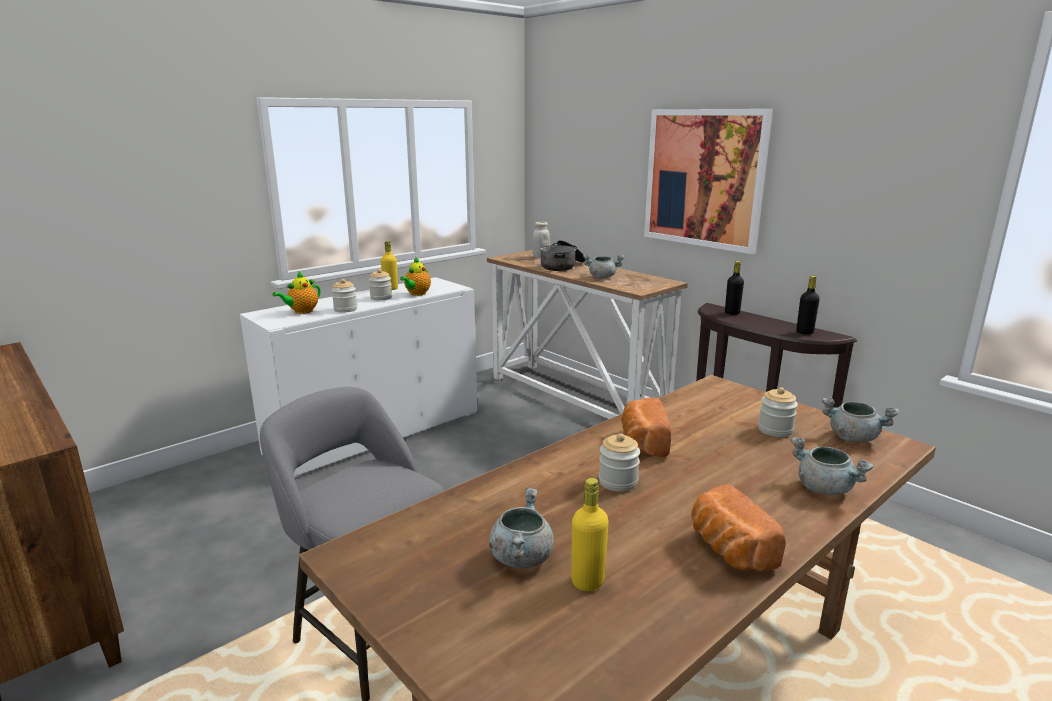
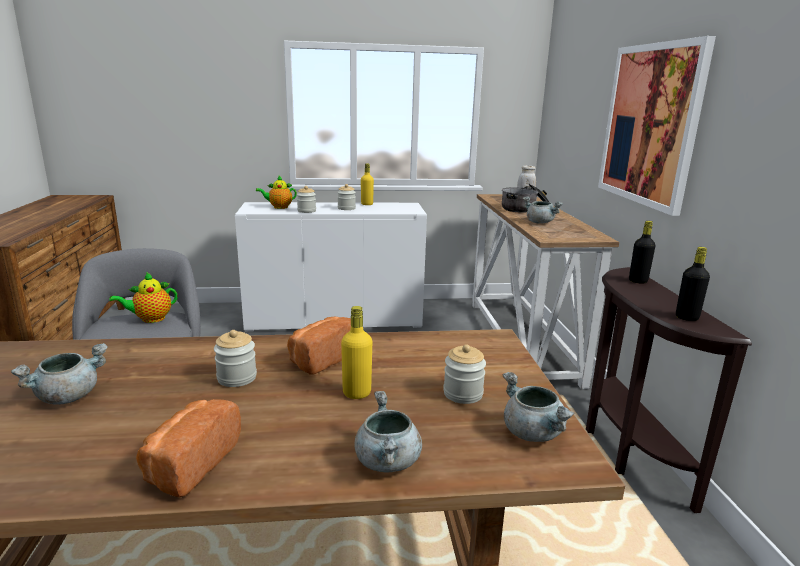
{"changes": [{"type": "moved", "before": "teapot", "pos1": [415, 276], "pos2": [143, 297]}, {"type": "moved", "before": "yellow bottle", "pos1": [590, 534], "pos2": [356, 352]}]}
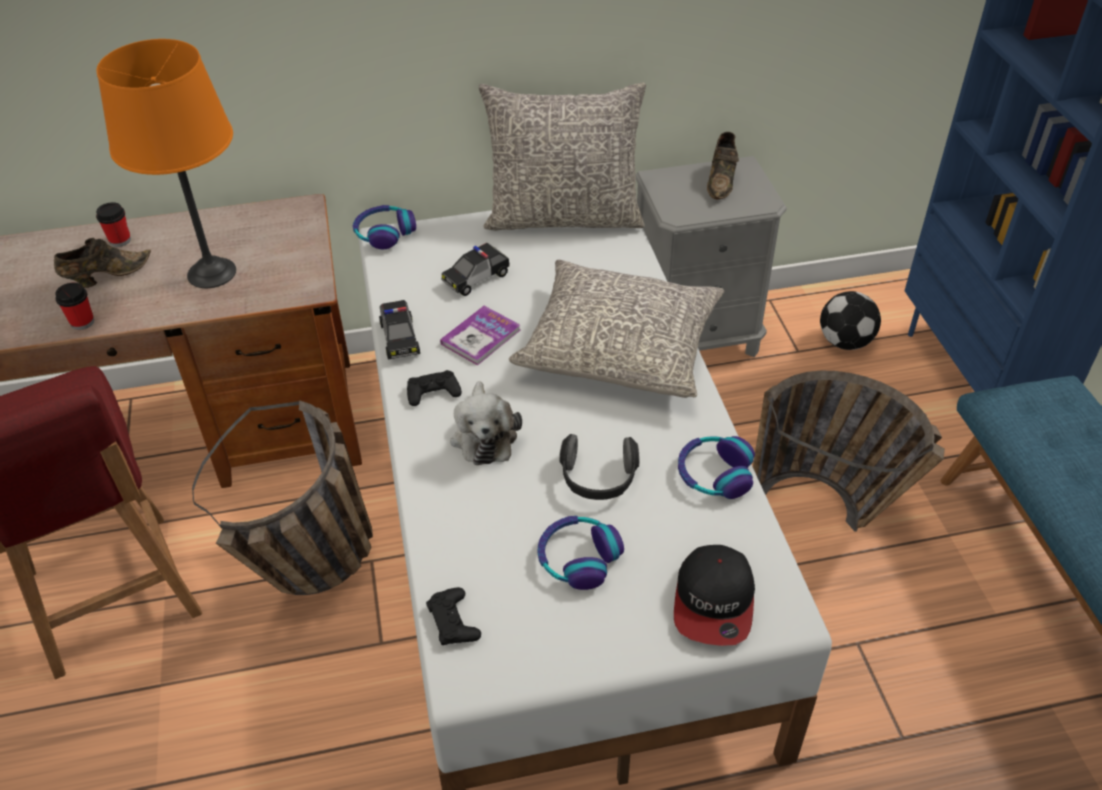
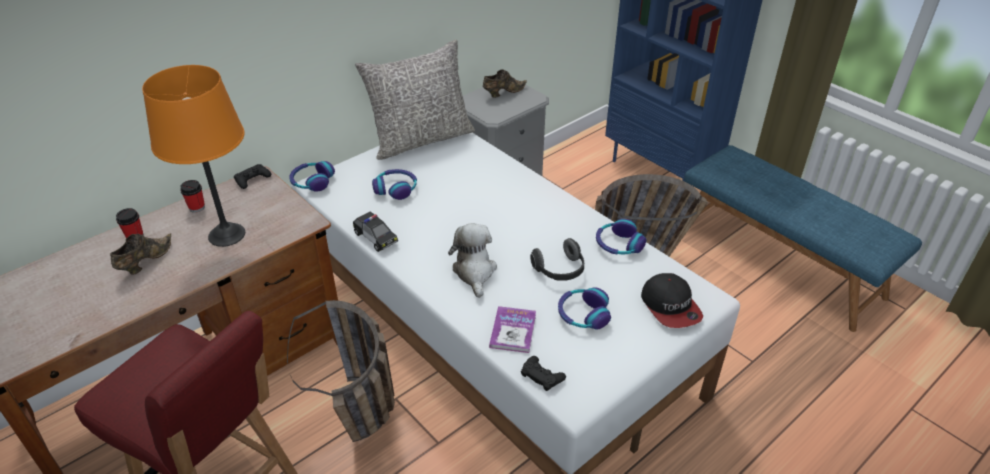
{"changes": [{"type": "removed", "before": "grey pillow", "pos1": [617, 329]}, {"type": "removed", "before": "football", "pos1": [850, 320]}, {"type": "moved", "before": "cup", "pos1": [74, 306], "pos2": [192, 196]}, {"type": "moved", "before": "black game controller", "pos1": [434, 388], "pos2": [253, 176]}, {"type": "moved", "before": "book", "pos1": [480, 335], "pos2": [512, 329]}, {"type": "replaced", "before": "toy car", "after": "headphones", "pos1": [476, 269], "pos2": [394, 184]}, {"type": "turned", "before": "plush toy", "pos1": [486, 423], "pos2": [472, 260], "turn": -150}, {"type": "turned", "before": "brown shoe", "pos1": [723, 165], "pos2": [505, 83], "turn": -105}]}
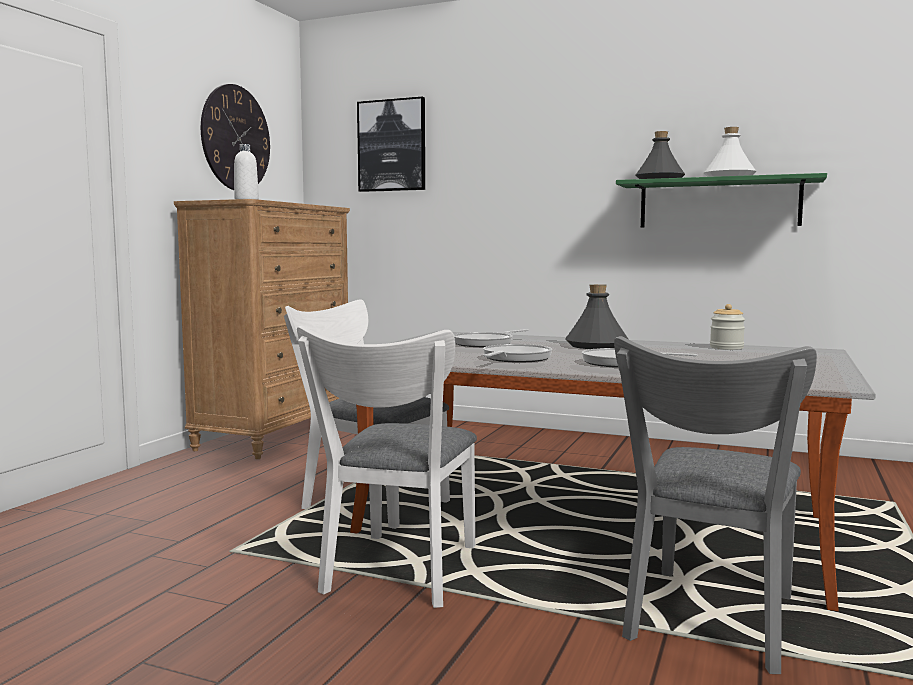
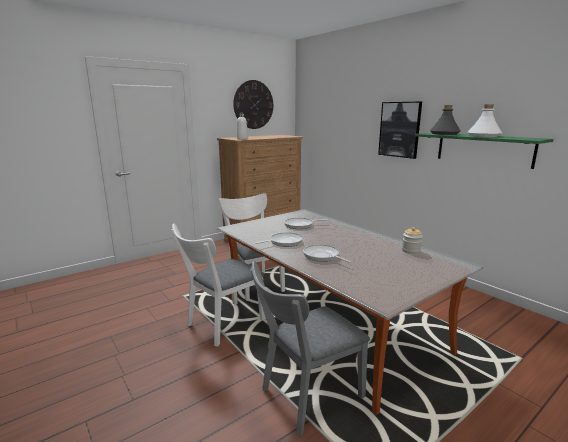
{"changes": [{"type": "removed", "before": "grey bottle", "pos1": [596, 316]}, {"type": "moved", "before": "picture", "pos1": [391, 144], "pos2": [400, 130]}]}
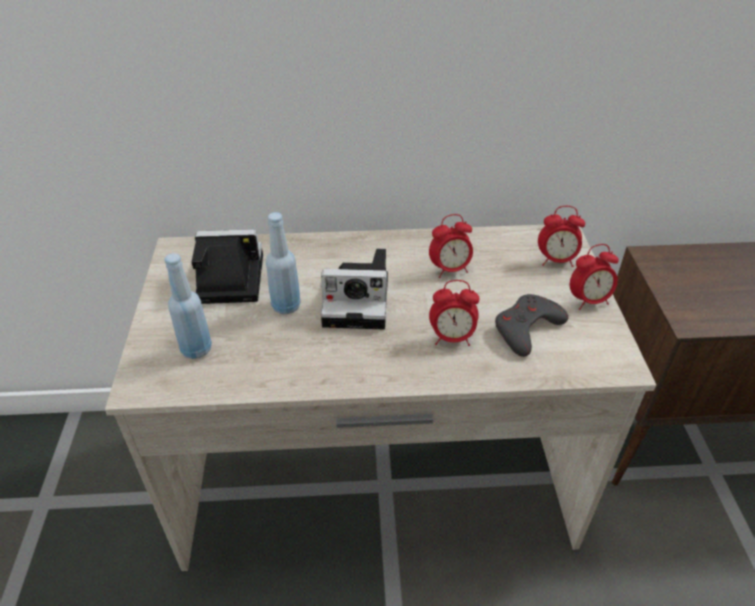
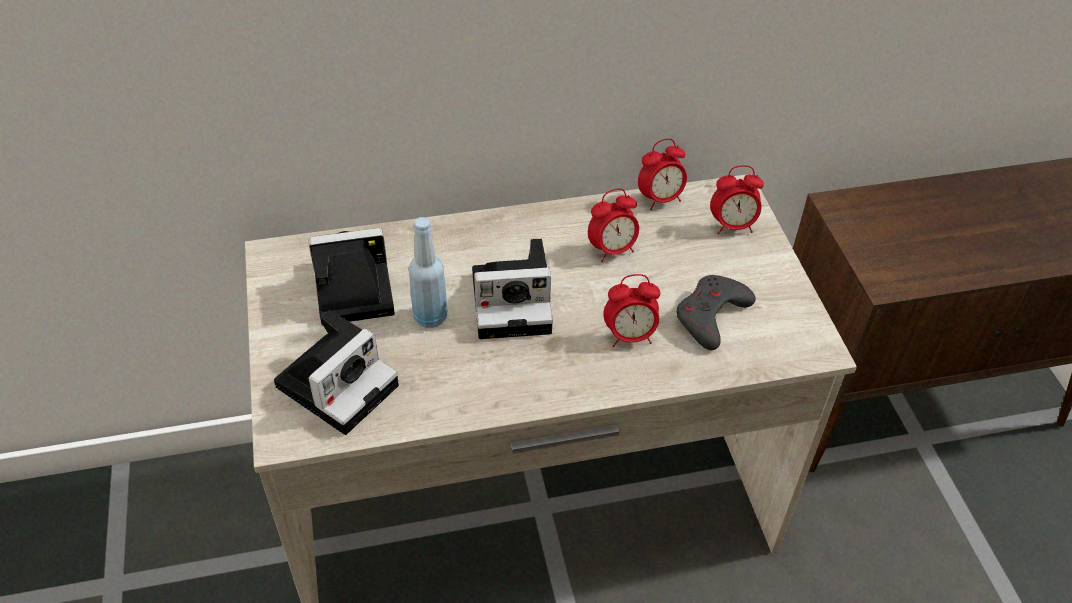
{"changes": [{"type": "moved", "before": "alarm clock", "pos1": [594, 277], "pos2": [662, 174]}, {"type": "replaced", "before": "blue bottle", "after": "photo camera", "pos1": [188, 306], "pos2": [336, 372]}]}
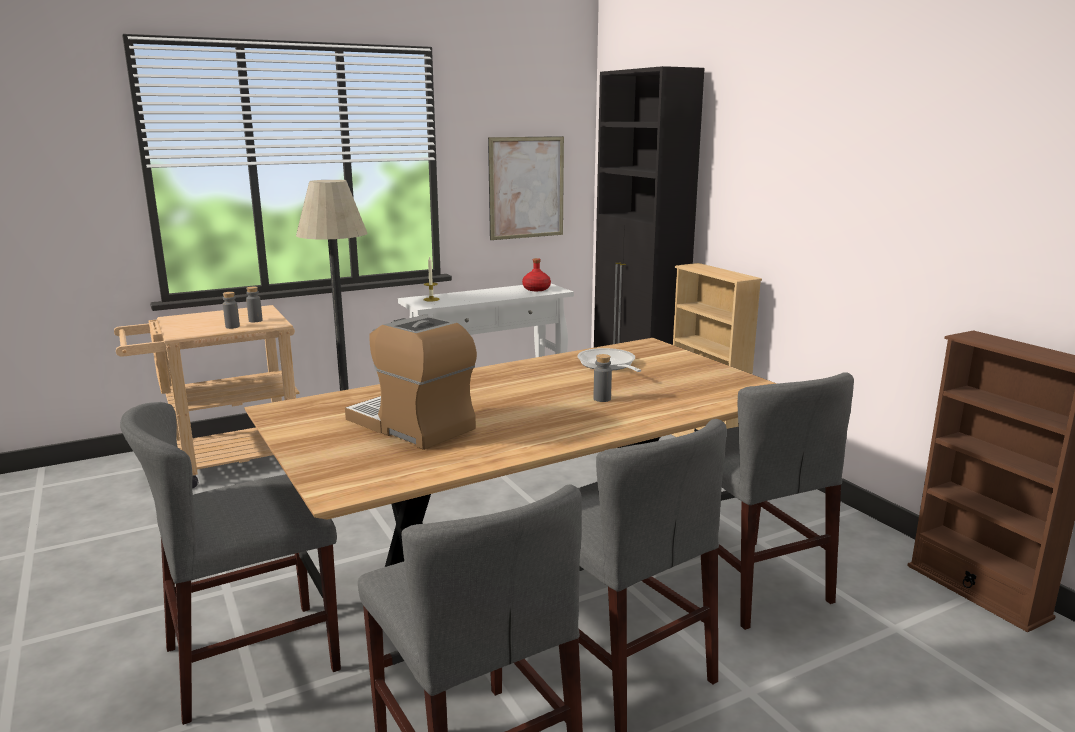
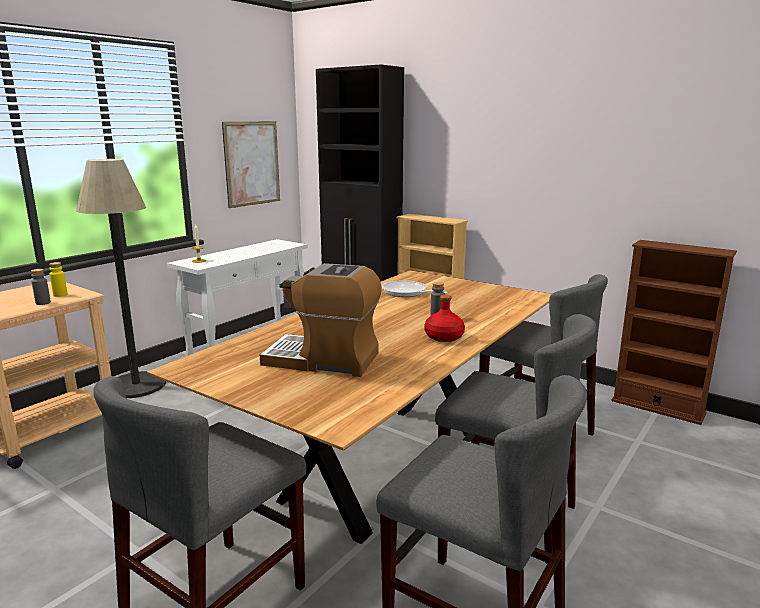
{"changes": [{"type": "moved", "before": "red bottle", "pos1": [536, 274], "pos2": [445, 318]}, {"type": "recoloured", "before": "grey bottle", "after": "yellow bottle", "pos1": [254, 304], "pos2": [58, 279]}]}
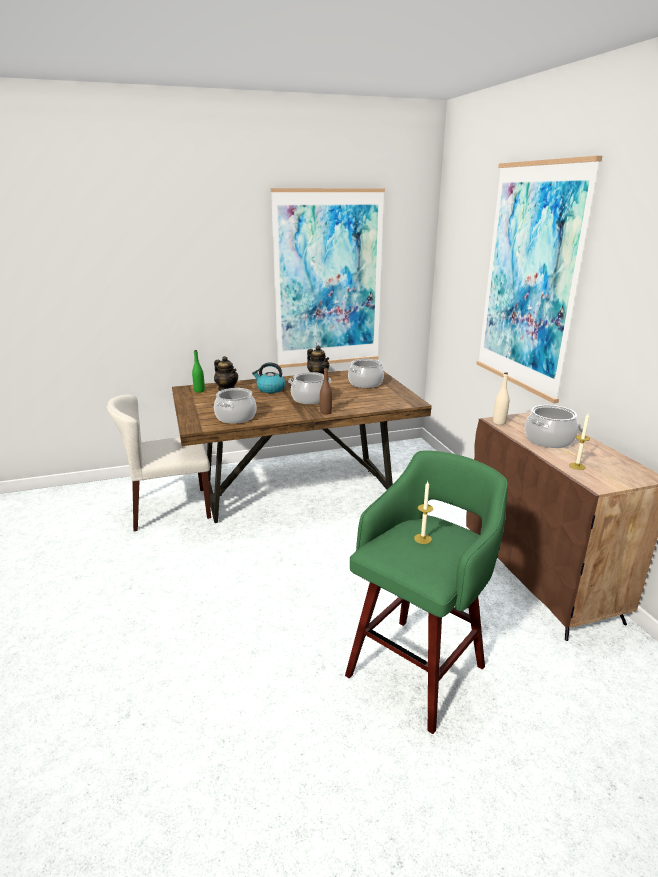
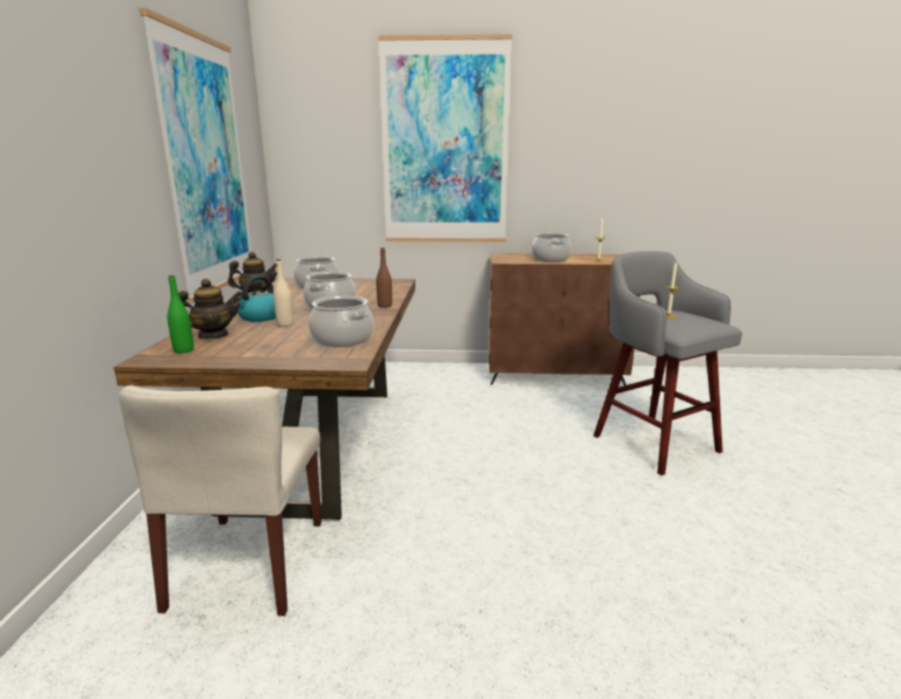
{"changes": [{"type": "moved", "before": "beige bottle", "pos1": [501, 398], "pos2": [284, 293]}, {"type": "recoloured", "before": "green stool", "after": "grey stool", "pos1": [426, 592], "pos2": [667, 363]}]}
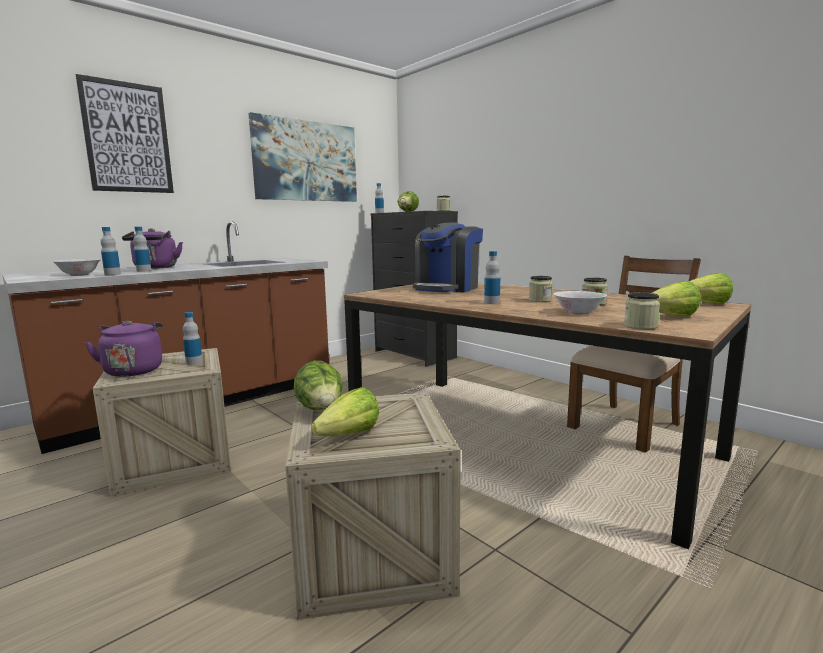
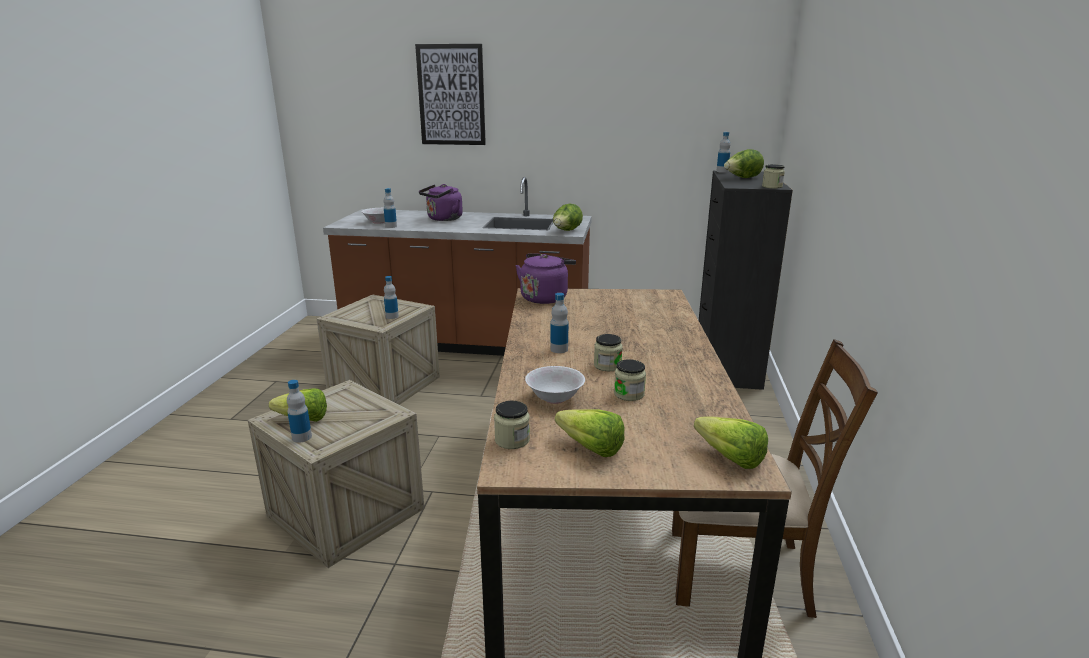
{"changes": [{"type": "removed", "before": "picture", "pos1": [302, 157]}, {"type": "removed", "before": "coffee machine", "pos1": [448, 257]}, {"type": "moved", "before": "purple kettle", "pos1": [124, 349], "pos2": [545, 278]}, {"type": "moved", "before": "bottle", "pos1": [142, 249], "pos2": [299, 411]}, {"type": "moved", "before": "lettuce", "pos1": [318, 385], "pos2": [568, 217]}]}
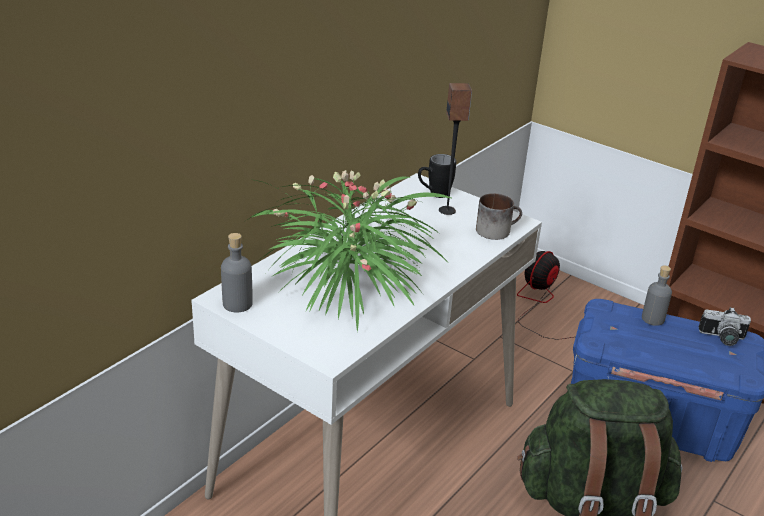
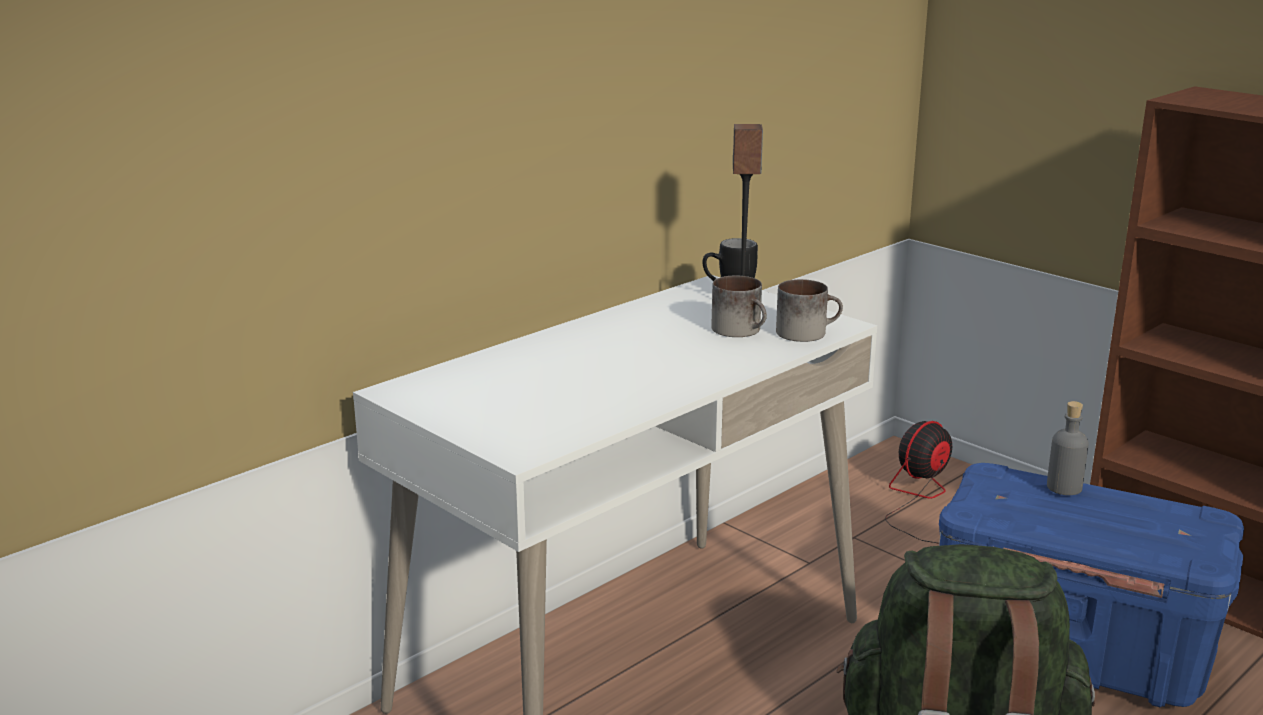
{"changes": [{"type": "removed", "before": "grey bottle", "pos1": [237, 273]}, {"type": "removed", "before": "potted plant", "pos1": [349, 251]}, {"type": "removed", "before": "photo camera", "pos1": [725, 326]}, {"type": "added", "after": "mug", "pos2": [739, 306]}]}
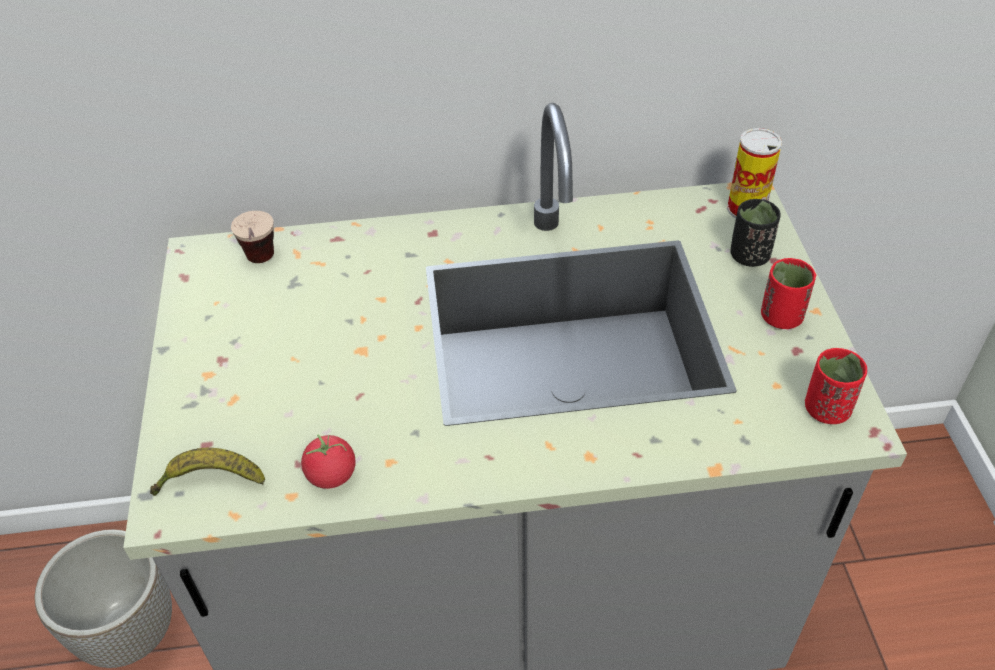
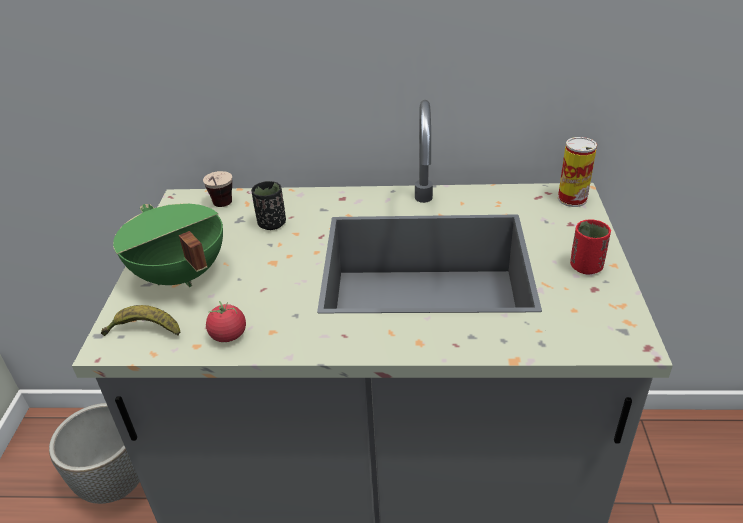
{"changes": [{"type": "removed", "before": "red cup", "pos1": [836, 386]}, {"type": "added", "after": "green cooking pot", "pos2": [168, 245]}, {"type": "moved", "before": "black cup", "pos1": [755, 233], "pos2": [268, 205]}]}
